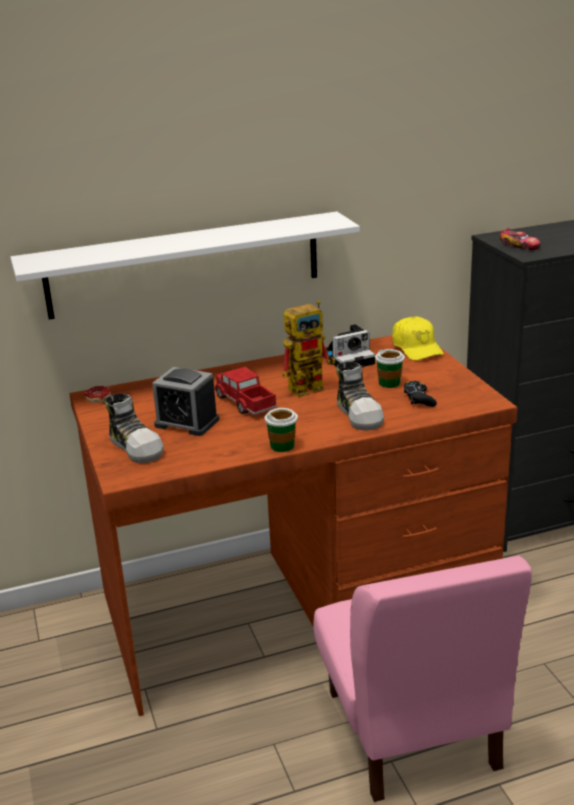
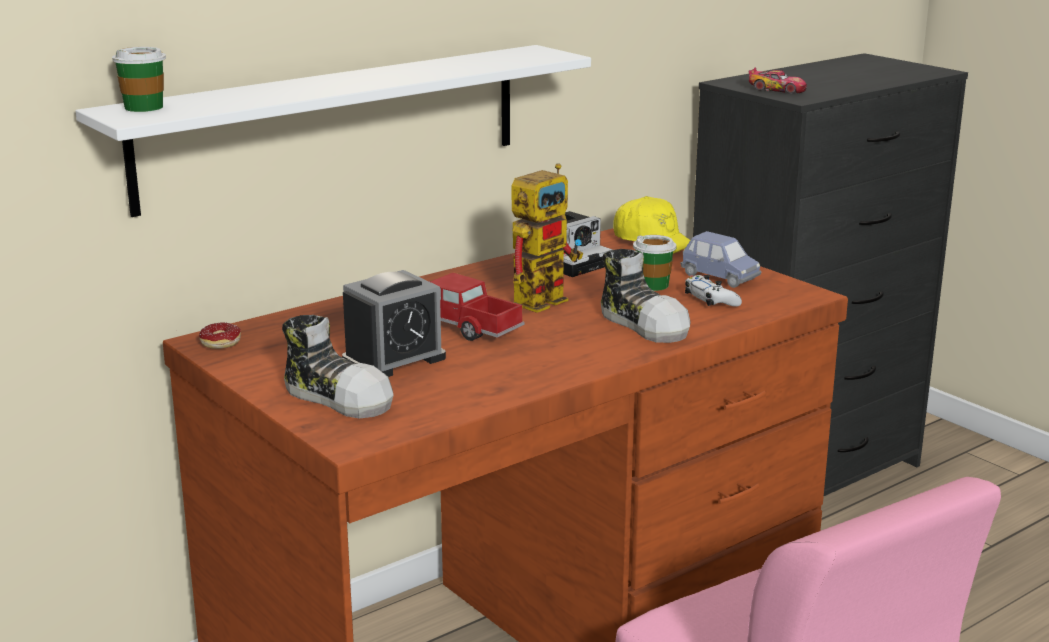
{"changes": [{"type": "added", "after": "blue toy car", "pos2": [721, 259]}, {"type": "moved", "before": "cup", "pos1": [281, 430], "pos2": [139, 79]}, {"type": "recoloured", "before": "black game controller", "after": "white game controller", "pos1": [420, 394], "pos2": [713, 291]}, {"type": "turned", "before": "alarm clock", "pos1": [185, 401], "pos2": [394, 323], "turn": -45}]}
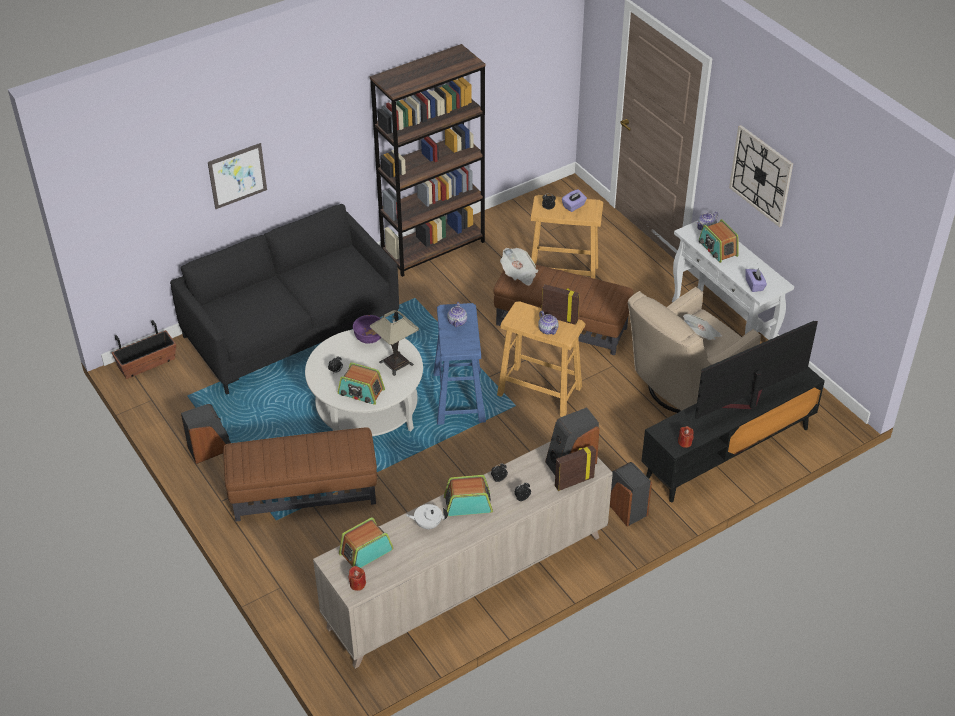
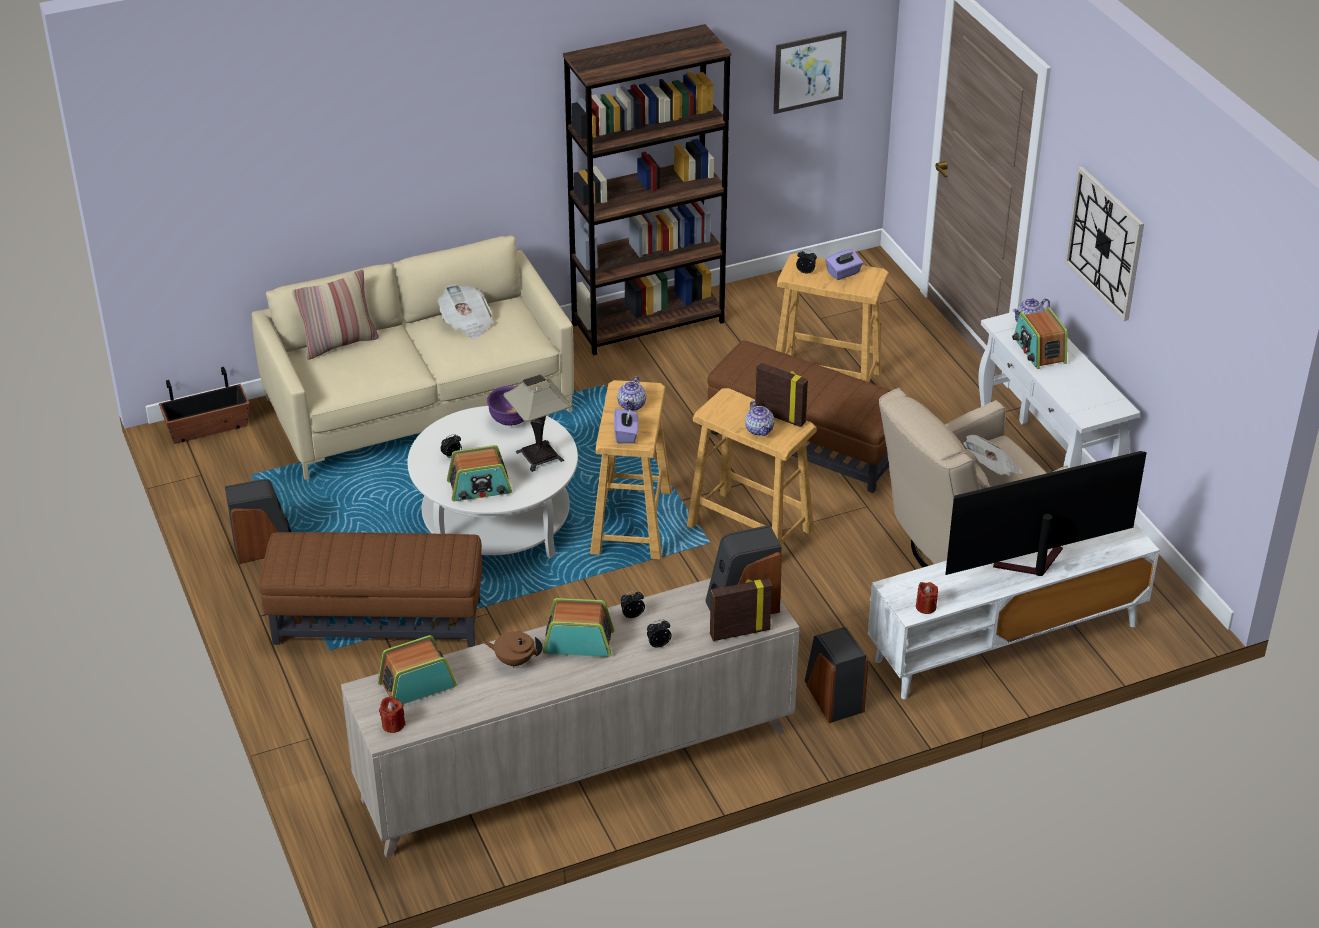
{"changes": [{"type": "added", "after": "pillow", "pos2": [335, 315]}, {"type": "moved", "before": "picture", "pos1": [237, 176], "pos2": [810, 72]}, {"type": "moved", "before": "newspaper", "pos1": [519, 267], "pos2": [466, 311]}, {"type": "moved", "before": "purple tissue box", "pos1": [756, 280], "pos2": [626, 425]}, {"type": "recoloured", "before": "black sofa", "after": "beige sofa", "pos1": [284, 299], "pos2": [413, 357]}, {"type": "recoloured", "before": "white teapot", "after": "brown teapot", "pos1": [427, 517], "pos2": [513, 649]}, {"type": "recoloured", "before": "blue stool", "after": "beige stool", "pos1": [459, 364], "pos2": [631, 469]}, {"type": "recoloured", "before": "black tv stand", "after": "white tv stand", "pos1": [733, 434], "pos2": [1014, 610]}, {"type": "turned", "before": "radio", "pos1": [361, 383], "pos2": [479, 473], "turn": -45}]}
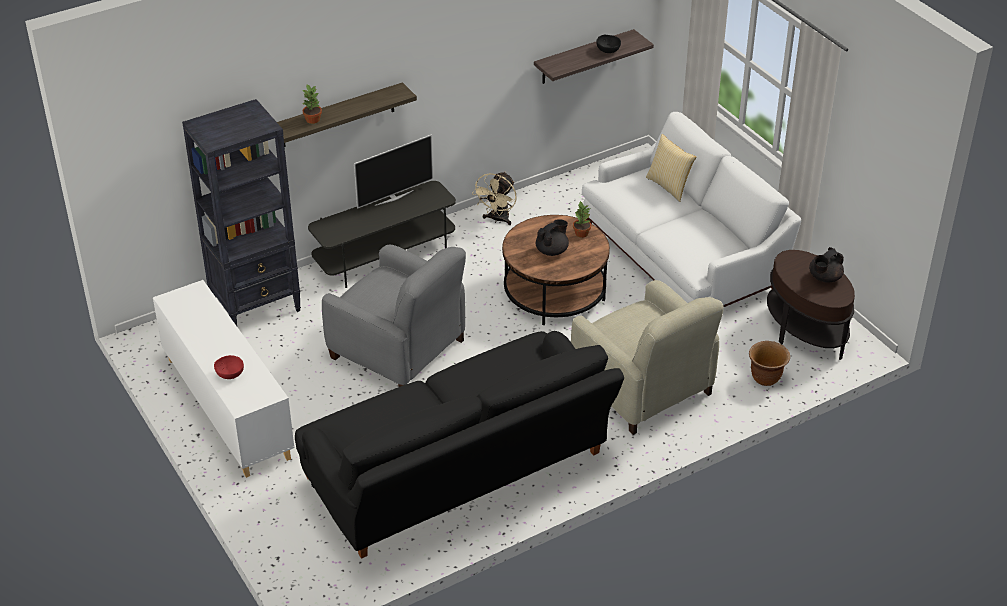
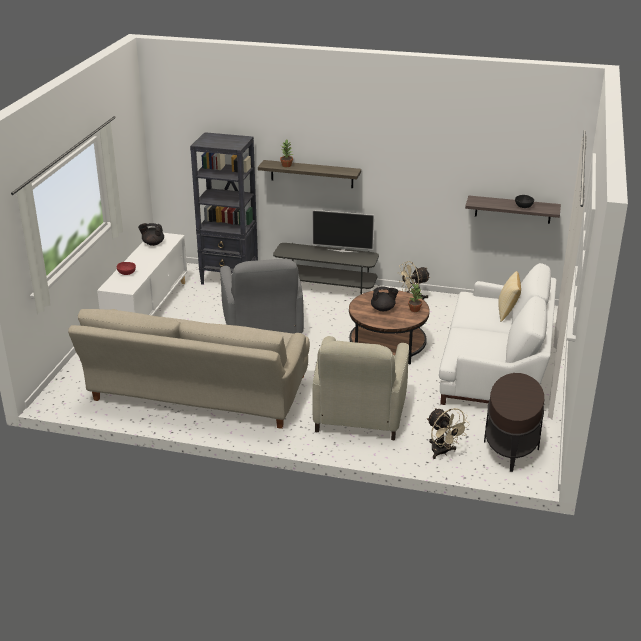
{"changes": [{"type": "moved", "before": "black teapot", "pos1": [826, 265], "pos2": [151, 234]}, {"type": "replaced", "before": "brown planter", "after": "beige fan", "pos1": [769, 363], "pos2": [448, 433]}, {"type": "recoloured", "before": "black sofa", "after": "beige sofa", "pos1": [459, 445], "pos2": [189, 369]}]}
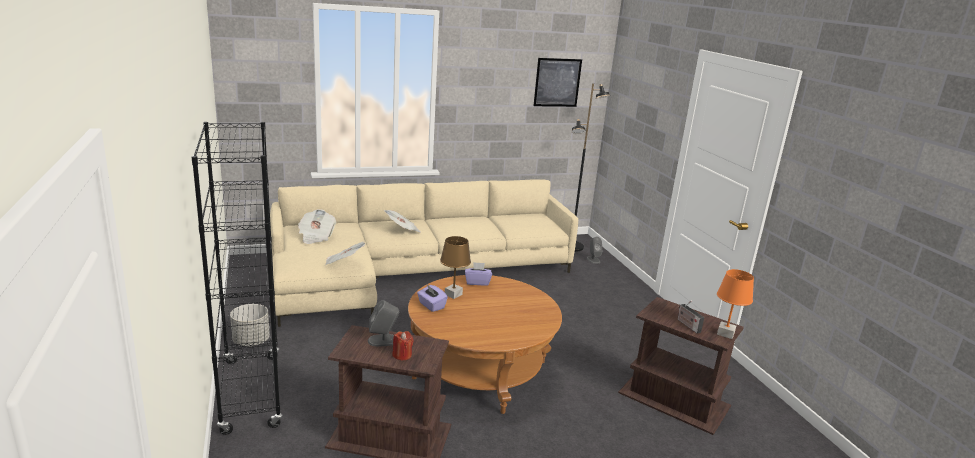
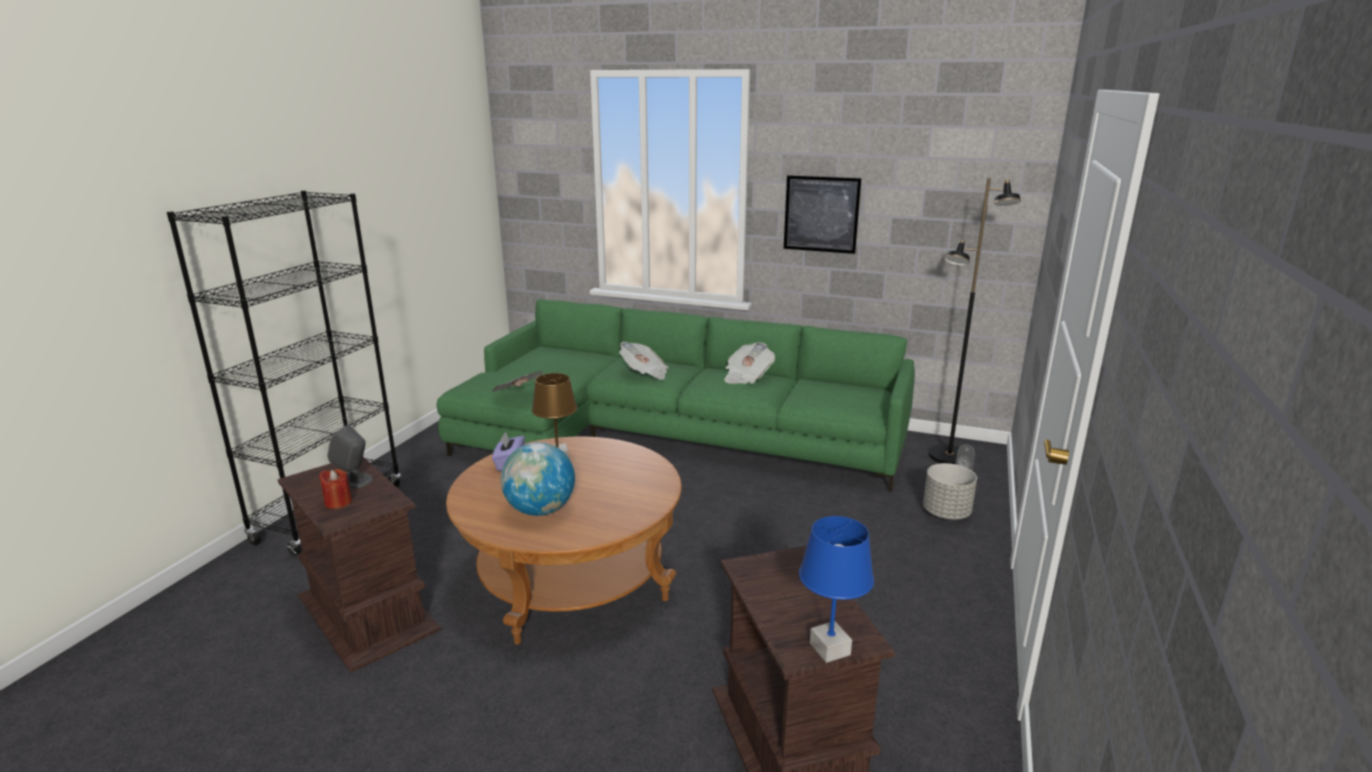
{"changes": [{"type": "removed", "before": "purple tissue box", "pos1": [478, 274]}, {"type": "removed", "before": "radio", "pos1": [691, 317]}, {"type": "added", "after": "globe", "pos2": [538, 479]}, {"type": "moved", "before": "grey planter", "pos1": [250, 325], "pos2": [950, 491]}, {"type": "moved", "before": "newspaper", "pos1": [317, 226], "pos2": [749, 363]}, {"type": "moved", "before": "picture", "pos1": [557, 82], "pos2": [822, 214]}, {"type": "recoloured", "before": "beige sofa", "after": "green sofa", "pos1": [424, 253], "pos2": [676, 395]}, {"type": "recoloured", "before": "orange table lamp", "after": "blue table lamp", "pos1": [735, 304], "pos2": [836, 589]}]}
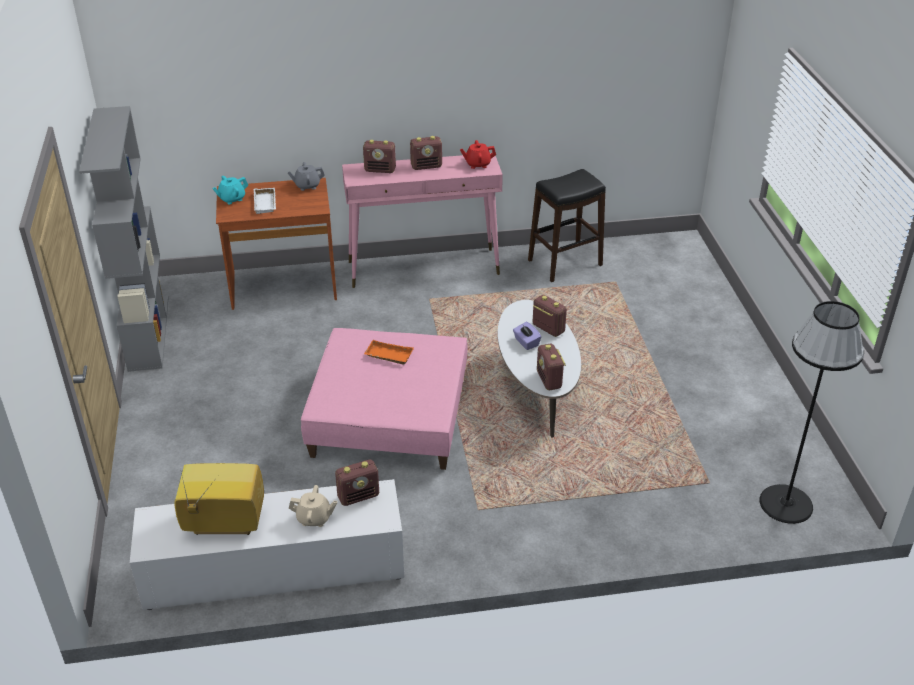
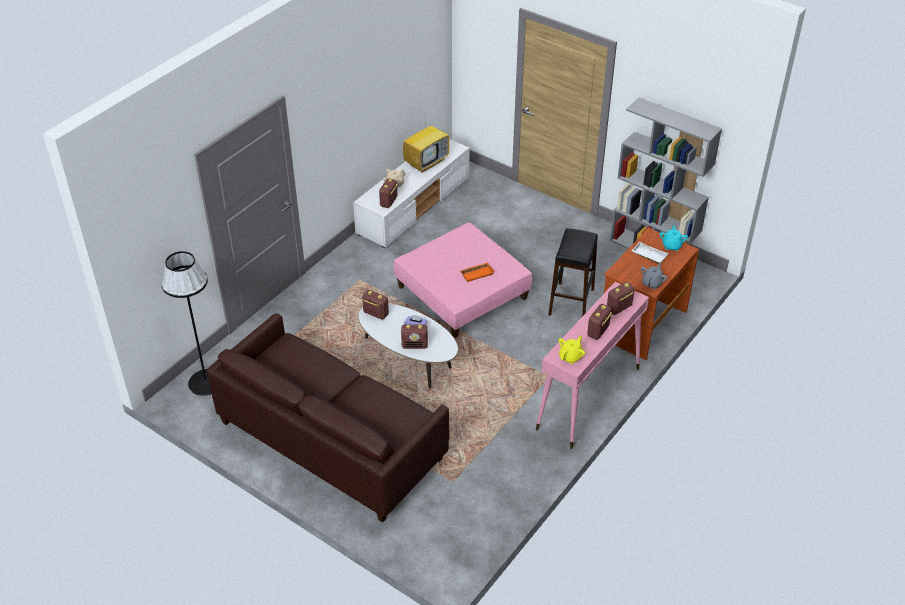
{"changes": [{"type": "added", "after": "brown sofa", "pos2": [328, 418]}, {"type": "moved", "before": "black stool", "pos1": [567, 225], "pos2": [573, 272]}, {"type": "recoloured", "before": "red teapot", "after": "yellow teapot", "pos1": [478, 154], "pos2": [572, 350]}]}
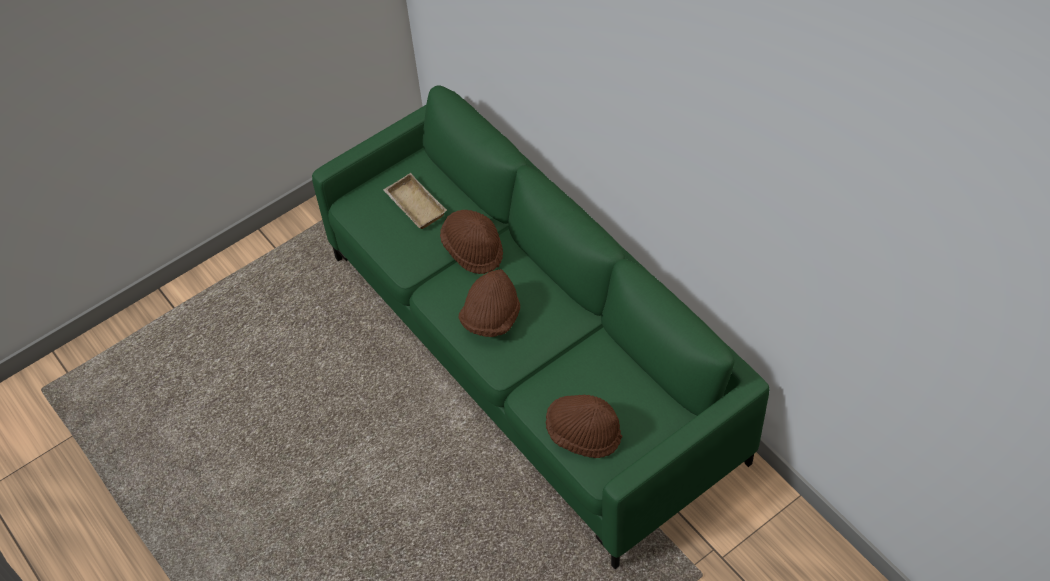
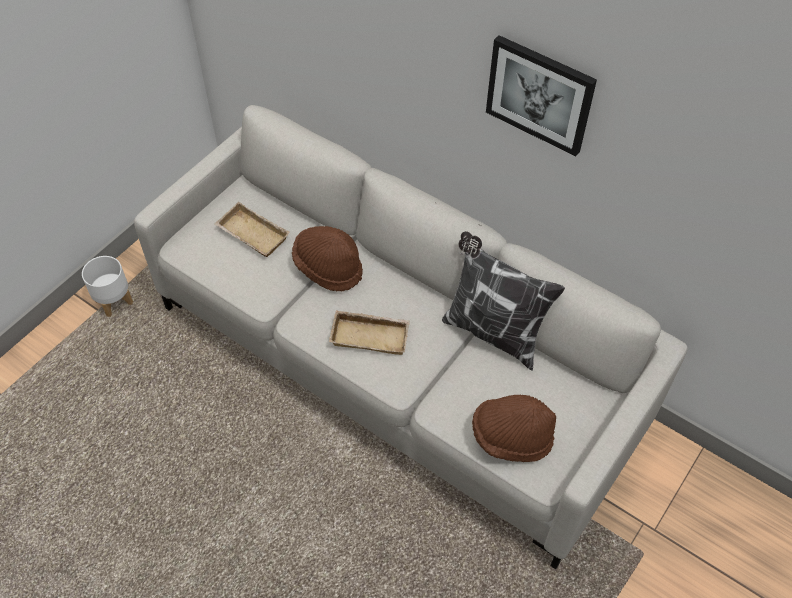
{"changes": [{"type": "added", "after": "white planter", "pos2": [107, 286]}, {"type": "added", "after": "pillow", "pos2": [503, 300]}, {"type": "added", "after": "picture", "pos2": [541, 95]}, {"type": "replaced", "before": "brown hat", "after": "beige tray", "pos1": [489, 303], "pos2": [369, 332]}, {"type": "recoloured", "before": "green sofa", "after": "grey sofa", "pos1": [540, 327], "pos2": [411, 337]}]}
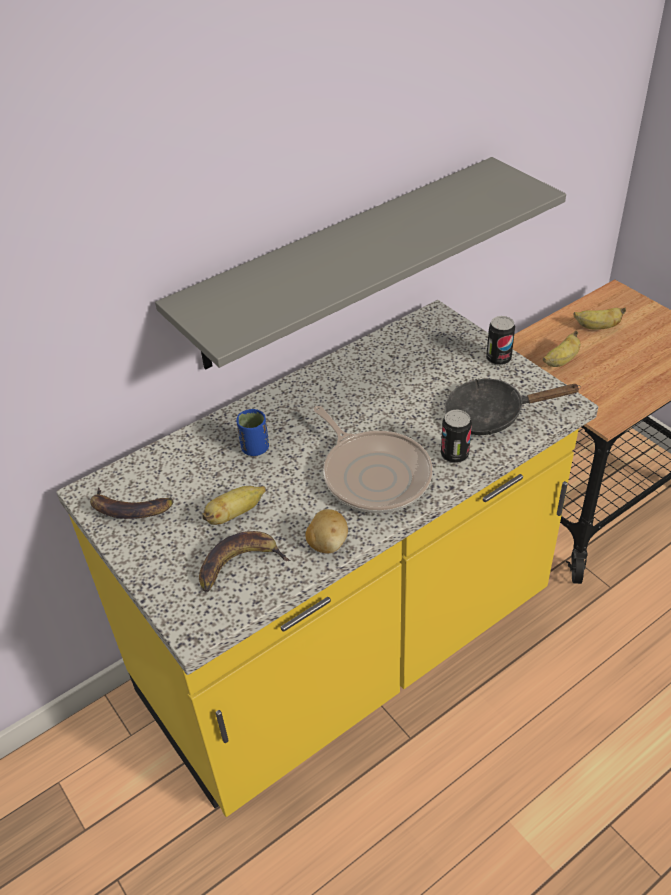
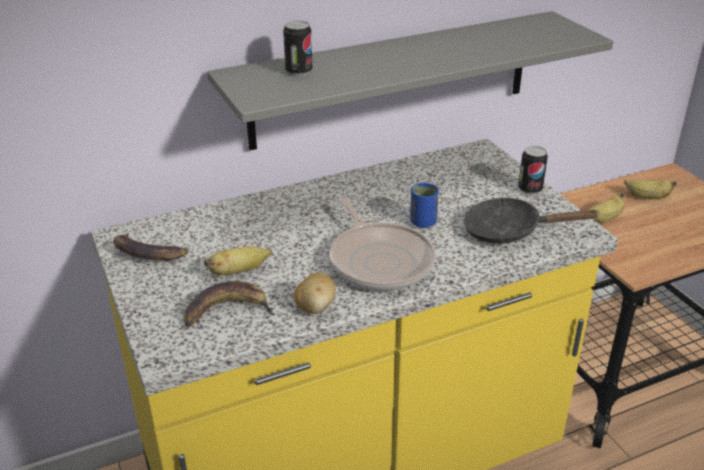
{"changes": [{"type": "moved", "before": "blue cup", "pos1": [252, 432], "pos2": [424, 205]}, {"type": "moved", "before": "can", "pos1": [456, 436], "pos2": [297, 48]}]}
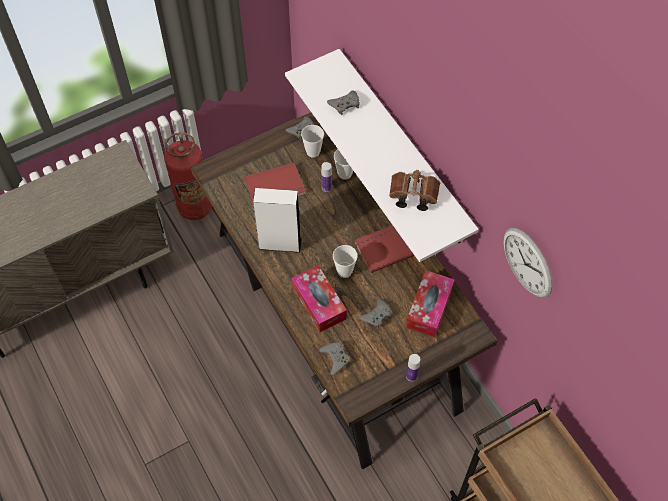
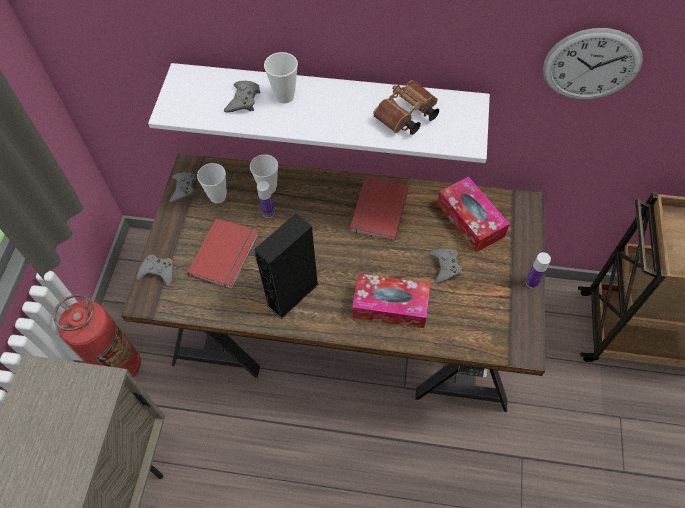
{"changes": [{"type": "moved", "before": "grey game controller", "pos1": [334, 358], "pos2": [155, 270]}, {"type": "moved", "before": "cup", "pos1": [345, 261], "pos2": [281, 77]}, {"type": "recoloured", "before": "white speaker", "after": "black speaker", "pos1": [277, 220], "pos2": [286, 266]}]}
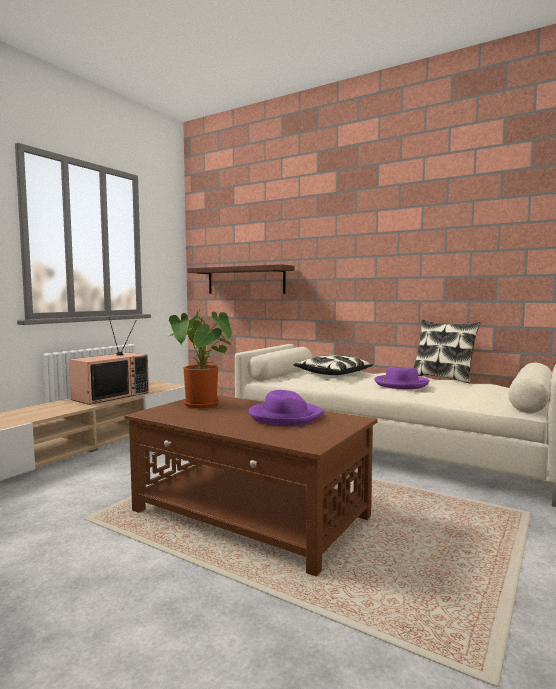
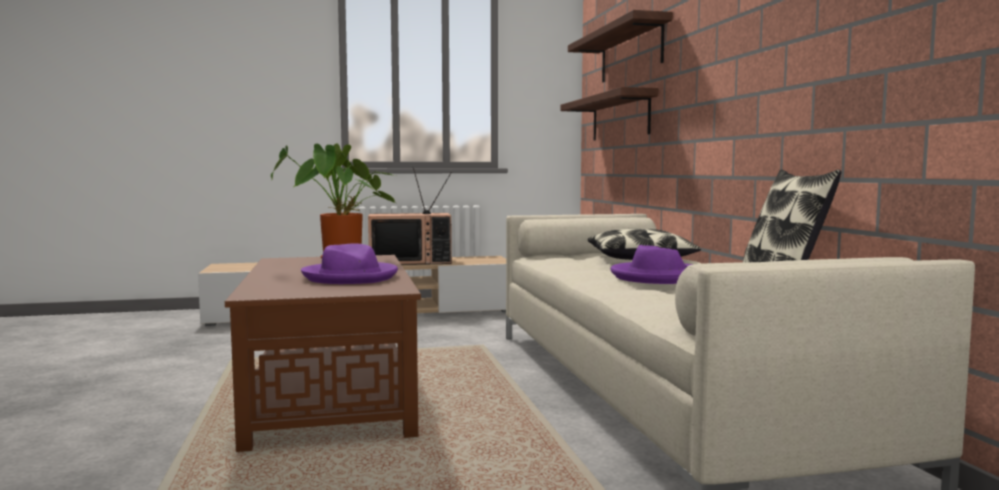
{"changes": [{"type": "added", "after": "shelf", "pos2": [620, 46]}]}
